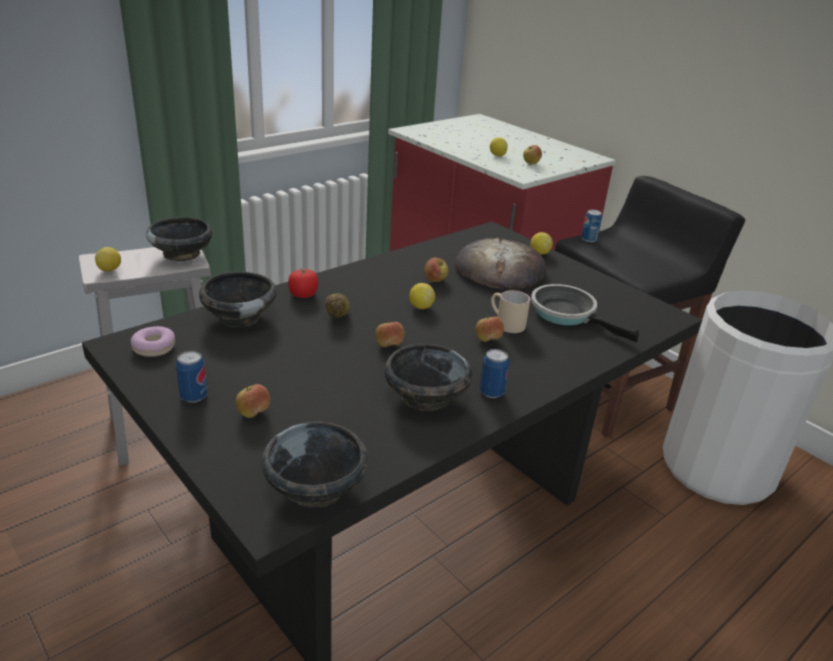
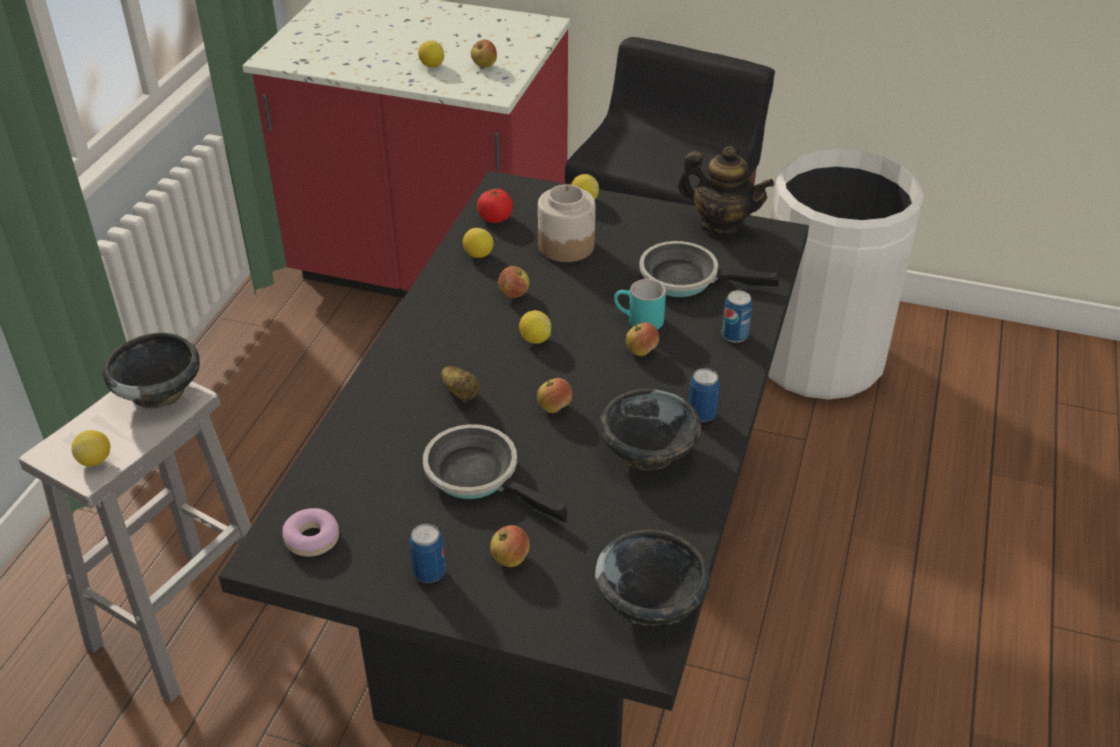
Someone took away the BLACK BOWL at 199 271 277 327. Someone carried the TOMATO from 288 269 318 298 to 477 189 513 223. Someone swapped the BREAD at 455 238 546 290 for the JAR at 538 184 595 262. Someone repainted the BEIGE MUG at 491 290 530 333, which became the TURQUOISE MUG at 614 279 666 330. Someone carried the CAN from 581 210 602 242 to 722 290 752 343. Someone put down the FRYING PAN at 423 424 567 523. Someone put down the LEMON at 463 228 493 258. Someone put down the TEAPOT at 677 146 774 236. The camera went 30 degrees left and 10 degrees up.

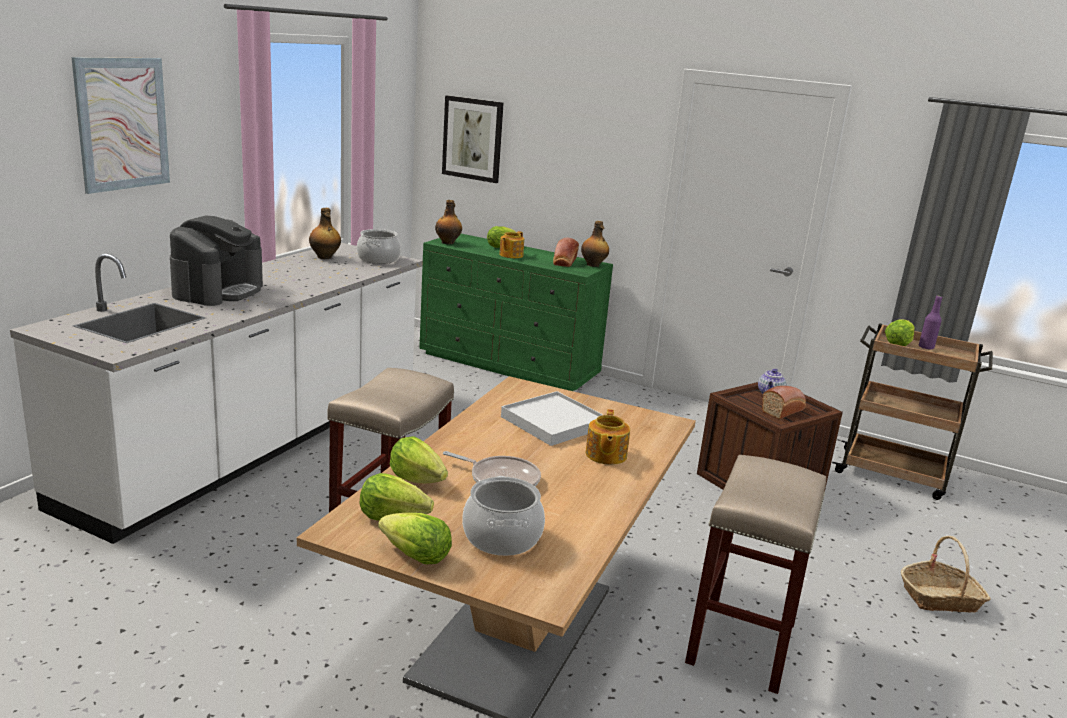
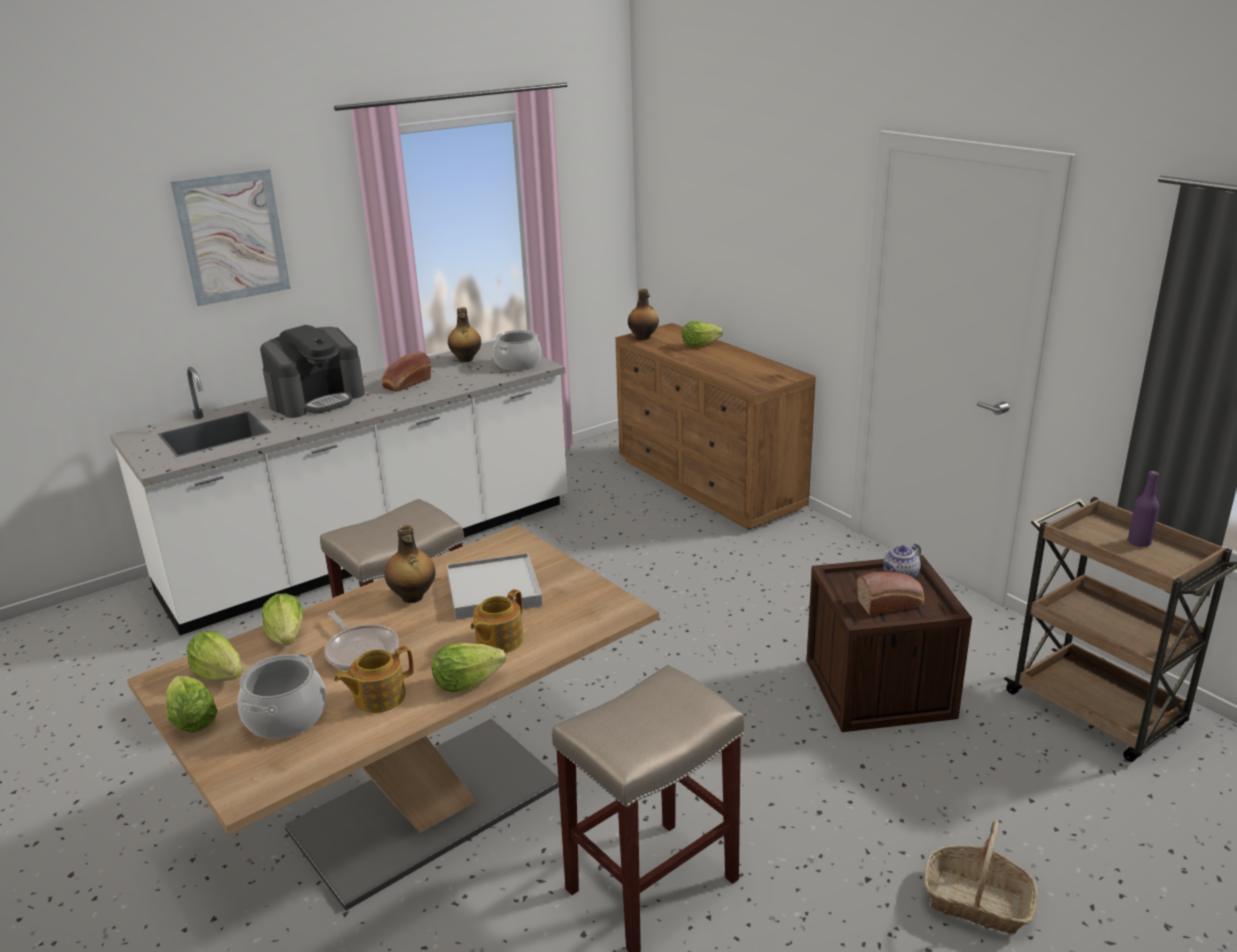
Someone repainted the GREEN DRESSER at 419 234 613 391, which became the BROWN DRESSER at 615 323 816 530. Someone took away the PICTURE at 442 95 504 183. Someone carried the TEAPOT from 499 231 524 258 to 334 646 414 713. Someone carried the BREAD from 553 238 579 267 to 382 351 431 392. Someone carried the BOTTLE from 581 221 609 267 to 385 525 436 603. Someone carried the LETTUCE from 885 319 915 346 to 432 643 506 693. The camera went 30 degrees right and 5 degrees up.

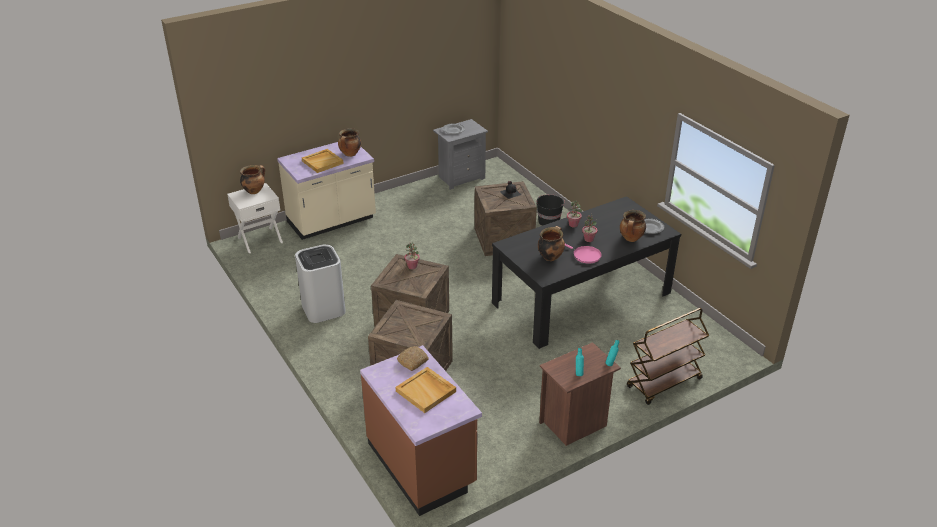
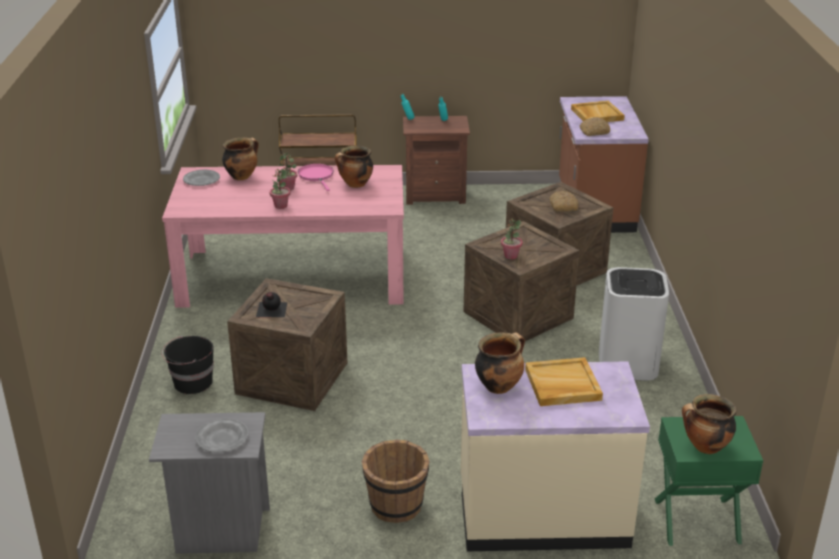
Someone repainted the WHITE NIGHTSTAND at 227 183 283 253, which became the GREEN NIGHTSTAND at 655 416 763 546. Someone repainted the BLACK DINING TABLE at 492 196 681 349, which became the PINK DINING TABLE at 162 165 404 308. Someone put down the BROWN BUCKET at 362 440 430 523. Someone put down the BREAD at 550 191 578 212. The camera went 150 degrees left and 5 degrees down.

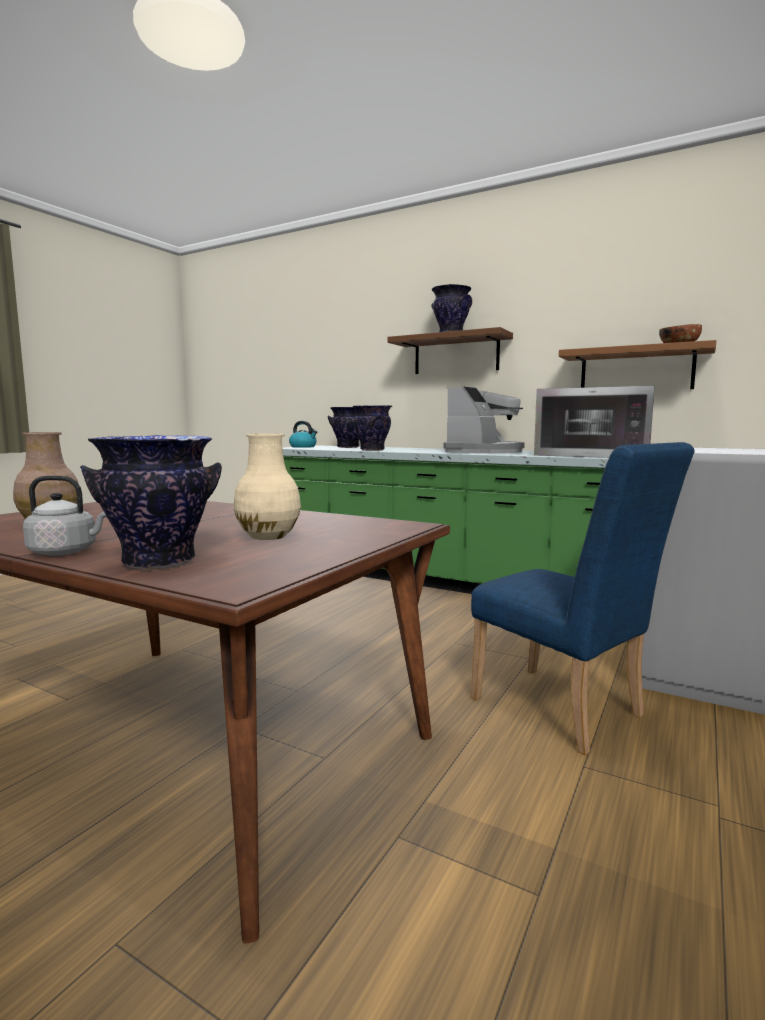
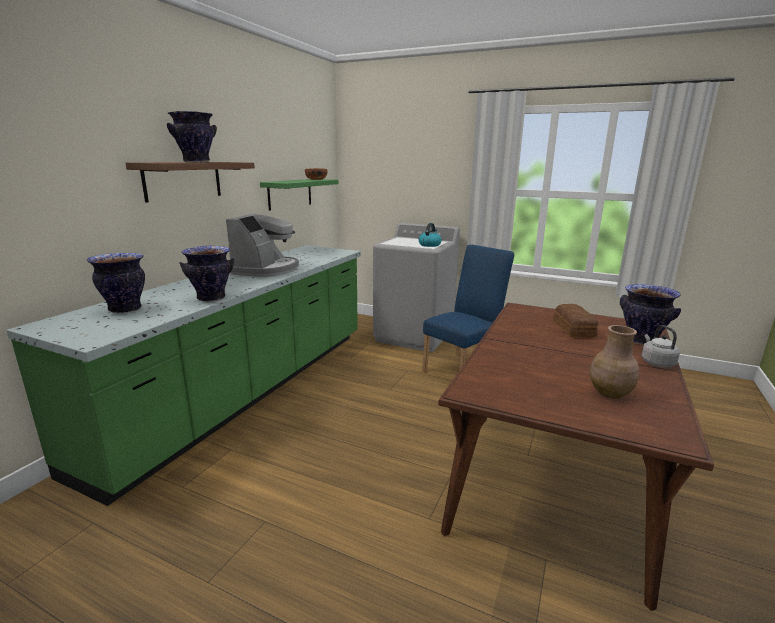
Someone swapped the BEIGE VASE at 234 433 301 540 for the BREAD at 553 304 598 338. Someone carried the KETTLE from 289 421 317 448 to 419 223 442 247. Someone rotated the COFFEE MACHINE at 443 386 525 453 by 75 degrees clockwise. Someone took away the MICROWAVE at 534 385 655 458. Someone repainted the BROWN SHELF at 559 340 717 389, which became the GREEN SHELF at 260 179 339 211. The camera went 95 degrees left and 10 degrees up.

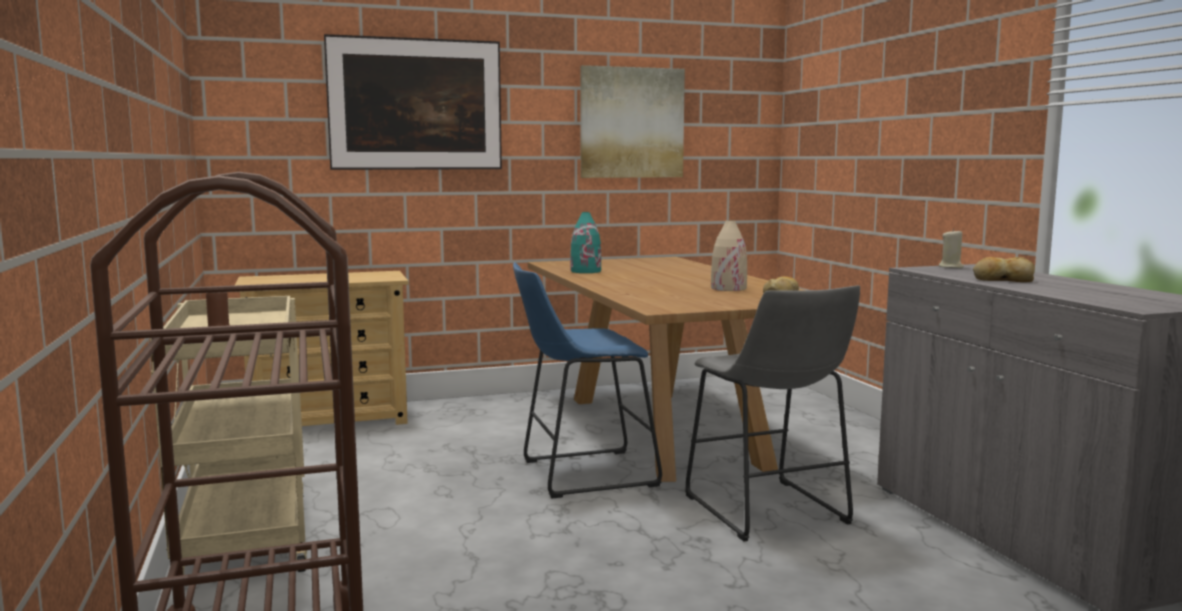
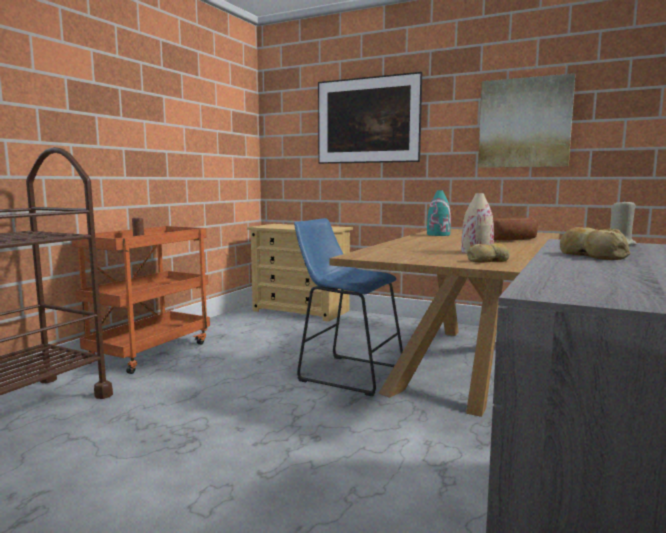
Someone repainted the BEIGE CART at 150 296 307 575, which became the ORANGE CART at 72 226 210 374. Someone took away the GREY STOOL at 685 285 860 542. Someone put down the BREAD at 493 218 538 240. The camera went 45 degrees right and 0 degrees up.

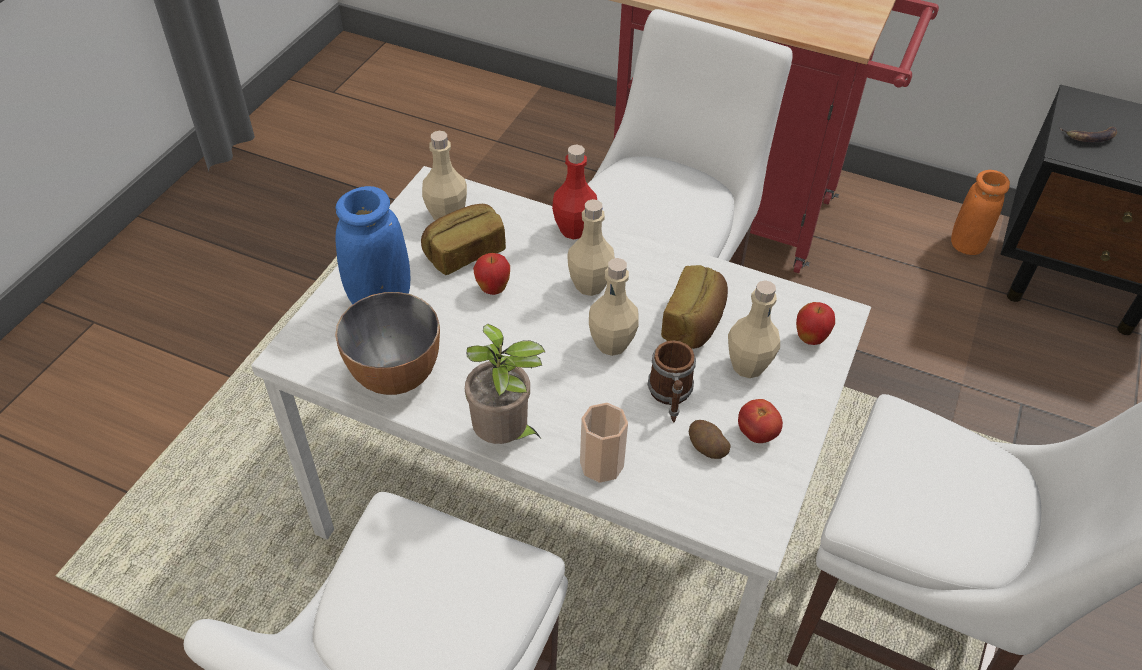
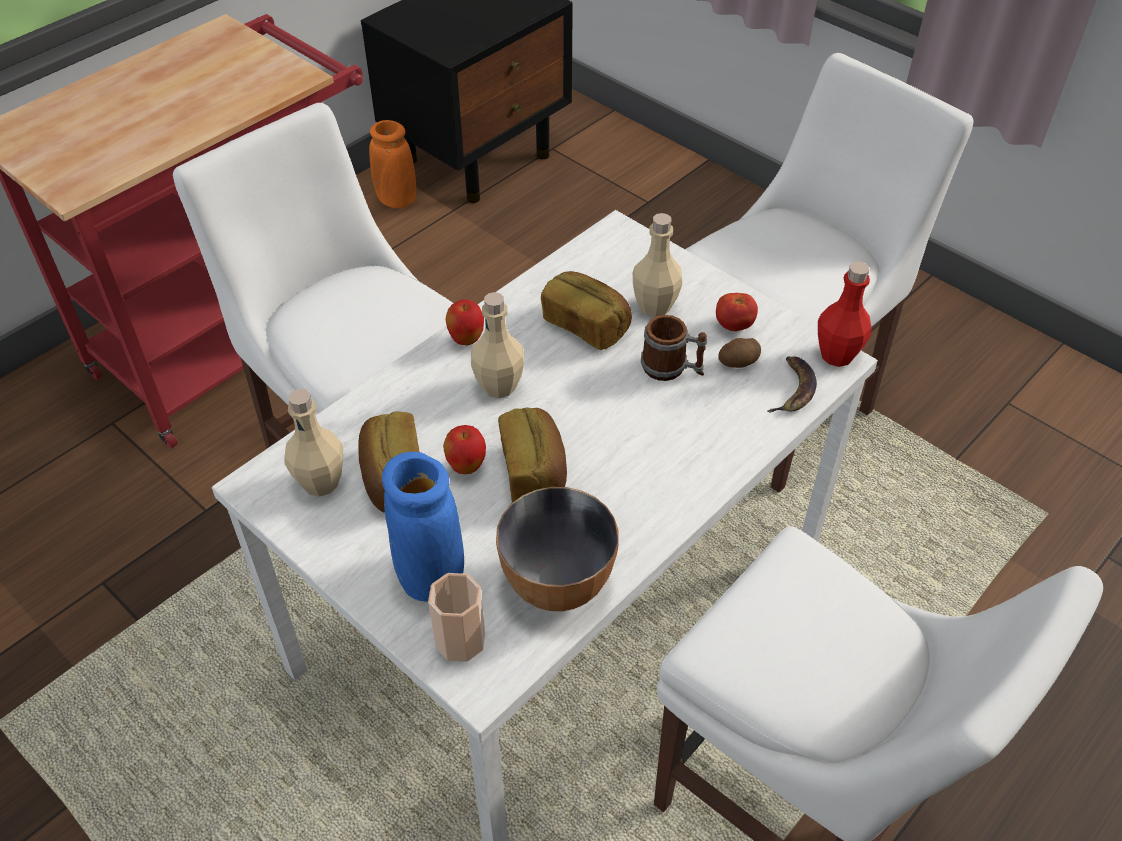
Someone took away the POTTED PLANT at 465 324 545 444. Someone carried the RED BOTTLE from 552 145 597 239 to 818 261 872 367. Someone carried the CUP from 580 403 628 483 to 428 573 485 662. Someone took away the BEIGE BOTTLE at 589 258 639 356. Someone carried the APPLE from 796 302 835 345 to 446 299 484 345. Someone carried the BANANA from 1060 126 1117 142 to 767 357 817 413. Someone put down the BREAD at 498 408 567 503. The camera went 70 degrees left and 0 degrees up.

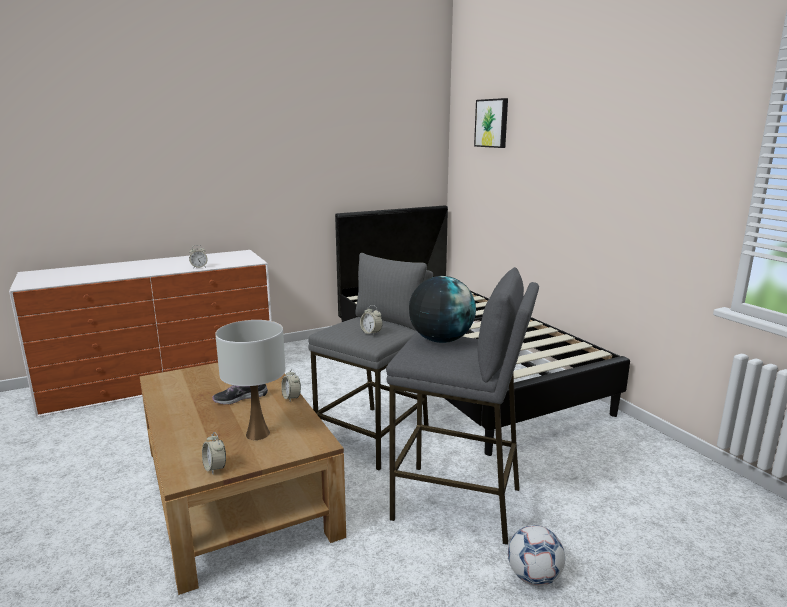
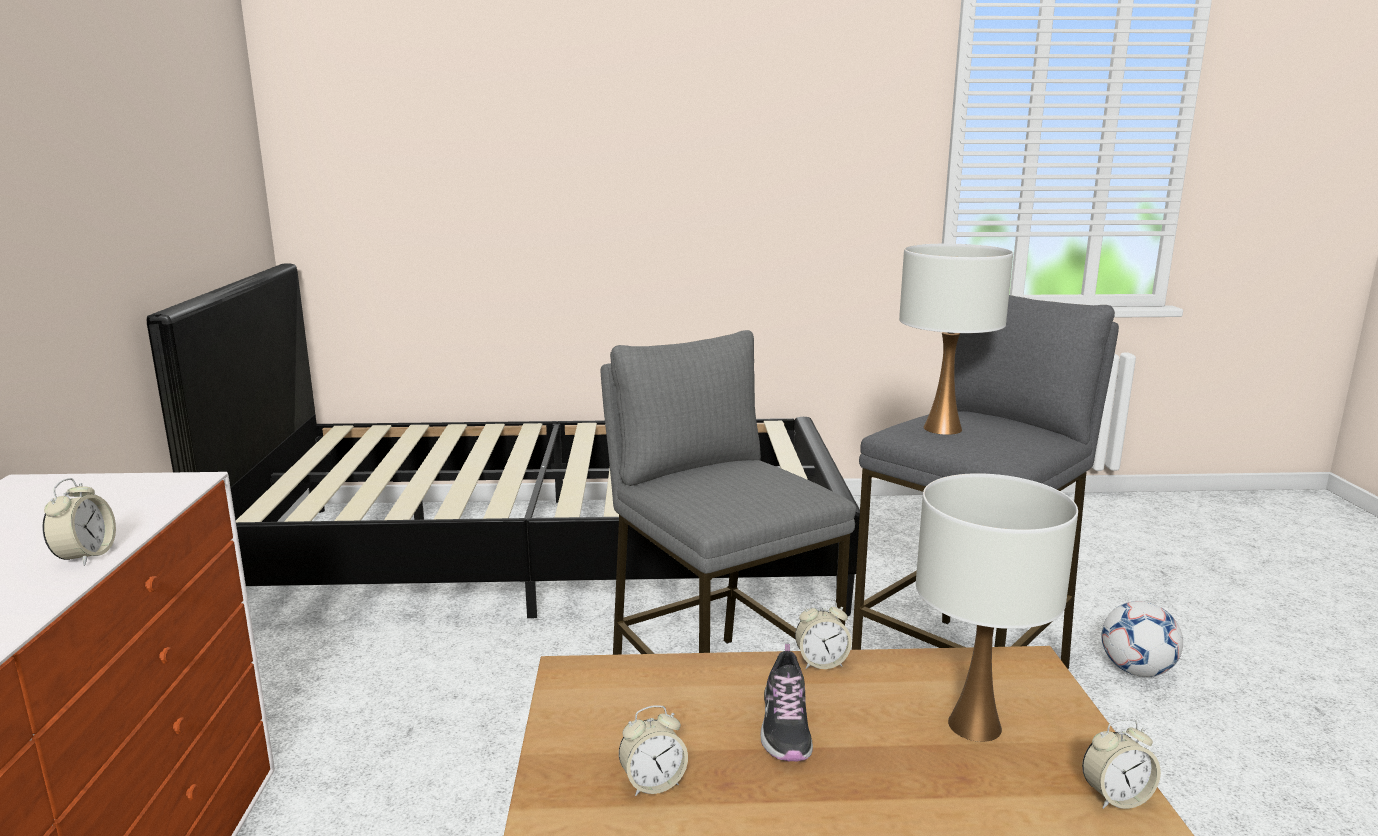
Someone carried the ALARM CLOCK from 360 305 383 336 to 619 705 688 796. Someone swapped the GLOBE at 409 276 476 343 for the WHITE TABLE LAMP at 899 244 1013 435. Someone took away the PICTURE at 474 98 508 148. The camera went 65 degrees left and 0 degrees up.

